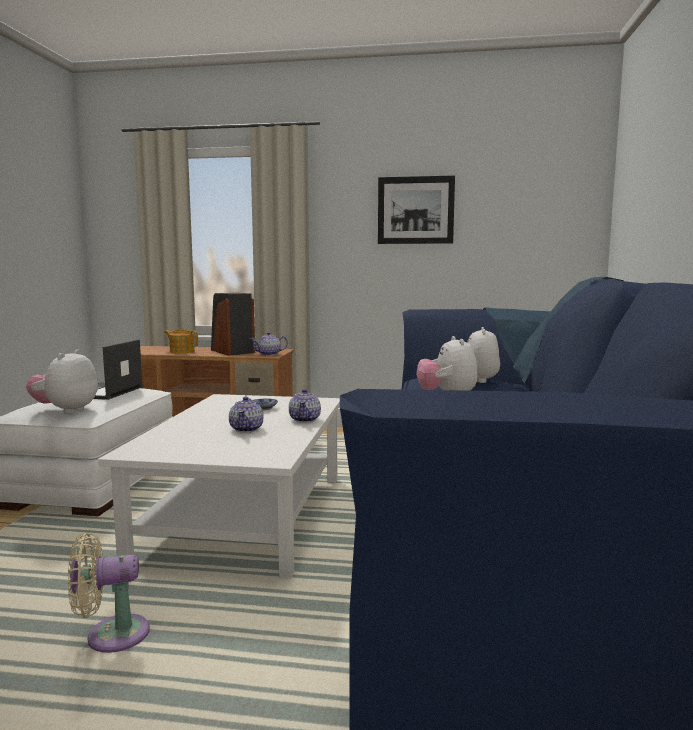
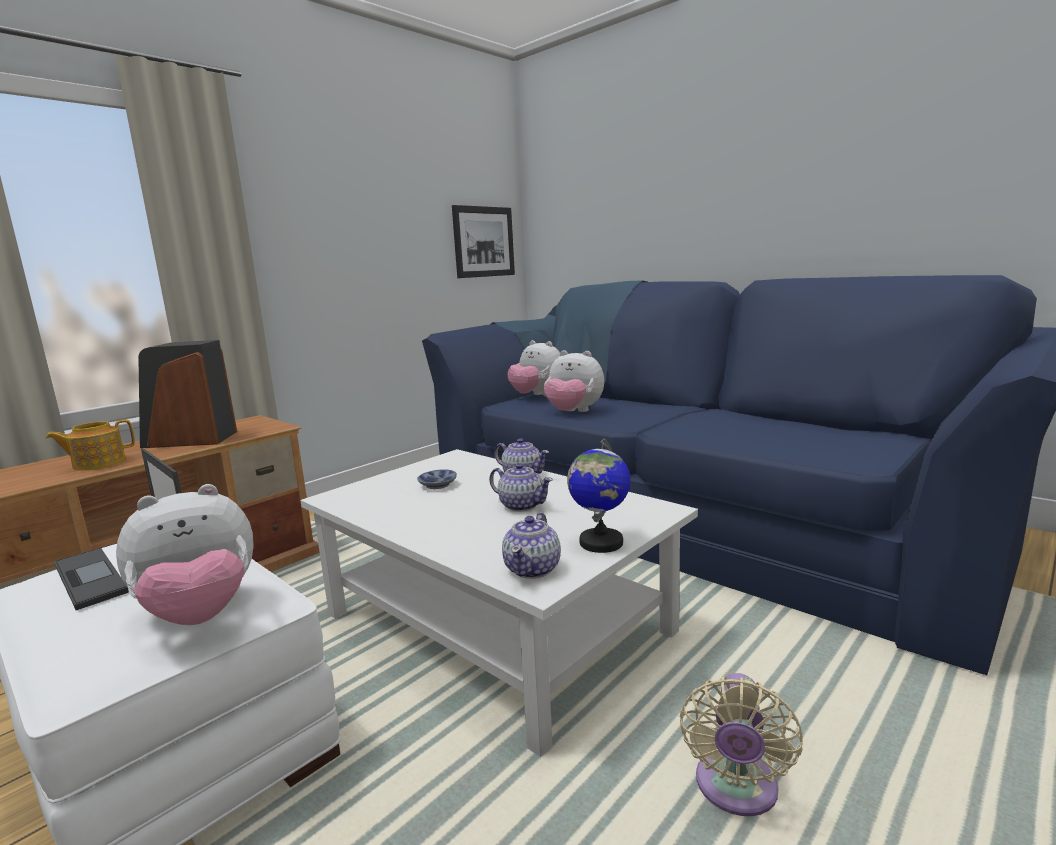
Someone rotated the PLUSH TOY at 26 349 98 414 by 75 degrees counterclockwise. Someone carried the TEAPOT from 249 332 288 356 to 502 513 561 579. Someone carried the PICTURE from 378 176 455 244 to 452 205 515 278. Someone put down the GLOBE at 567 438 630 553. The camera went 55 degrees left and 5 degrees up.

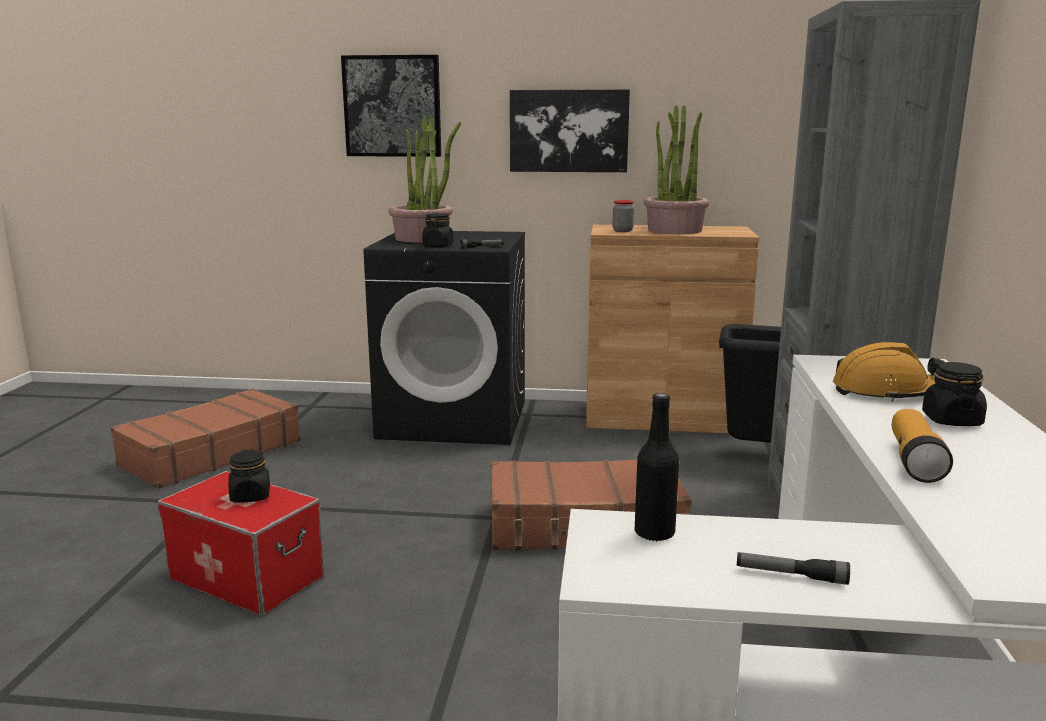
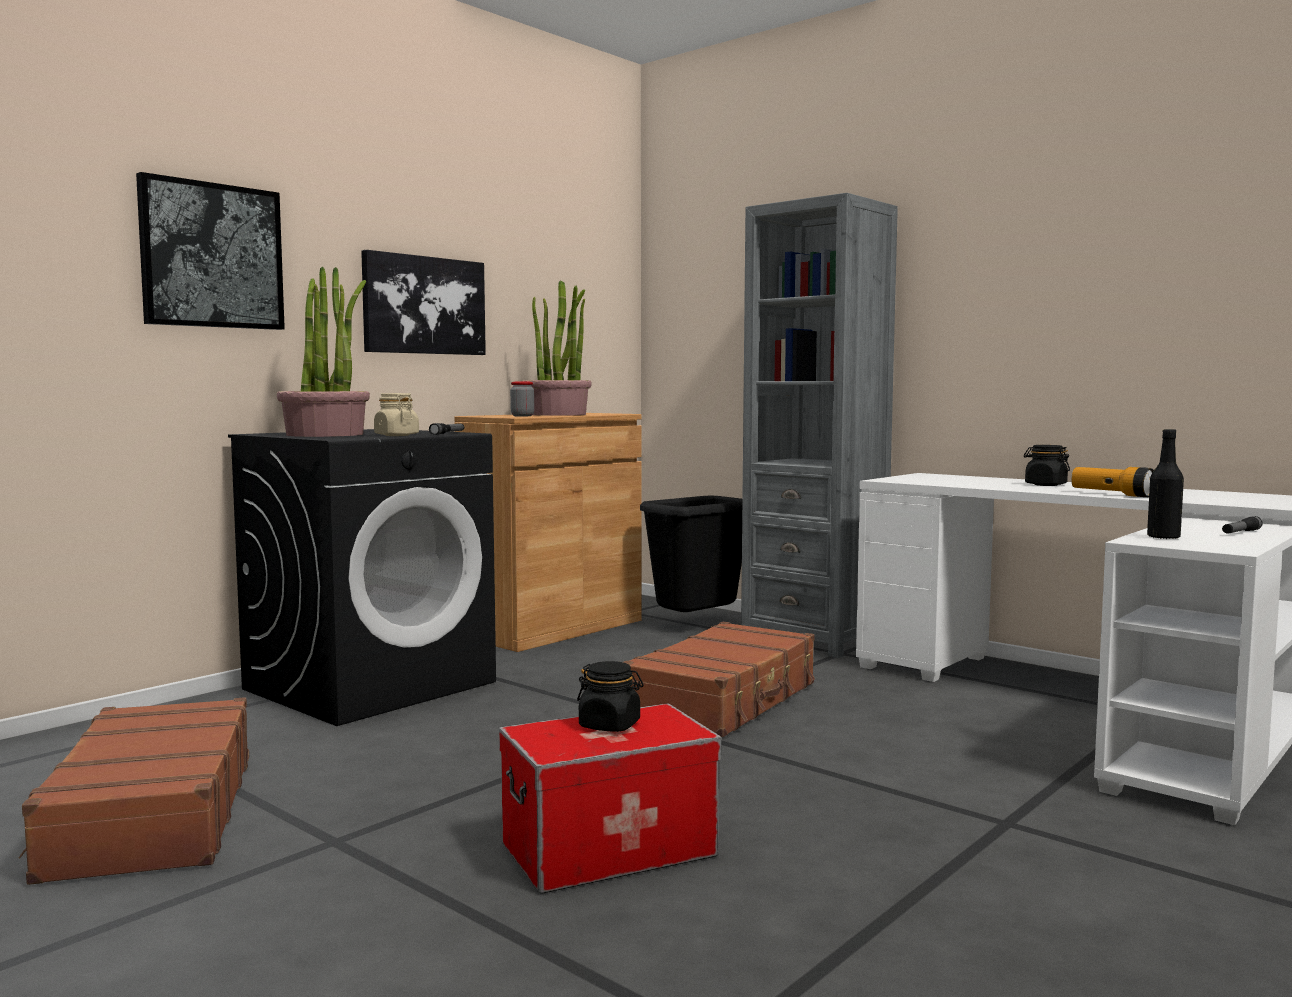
Someone repainted the BLACK JAR at 422 213 454 247, which became the BEIGE JAR at 374 393 419 436. Someone took away the ORANGE HARD HAT at 833 342 945 401. The camera went 55 degrees left and 10 degrees down.

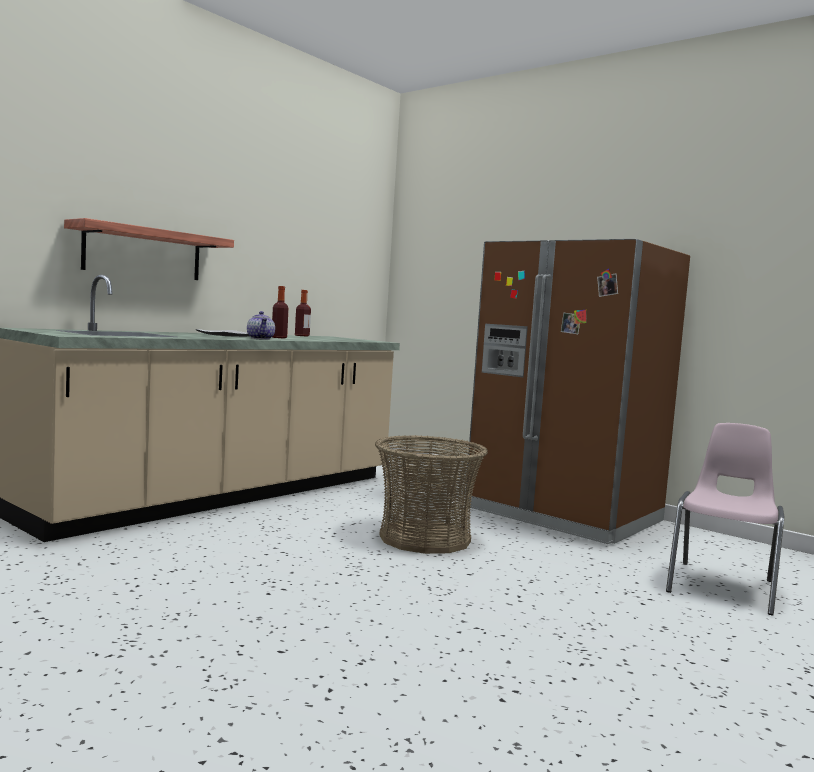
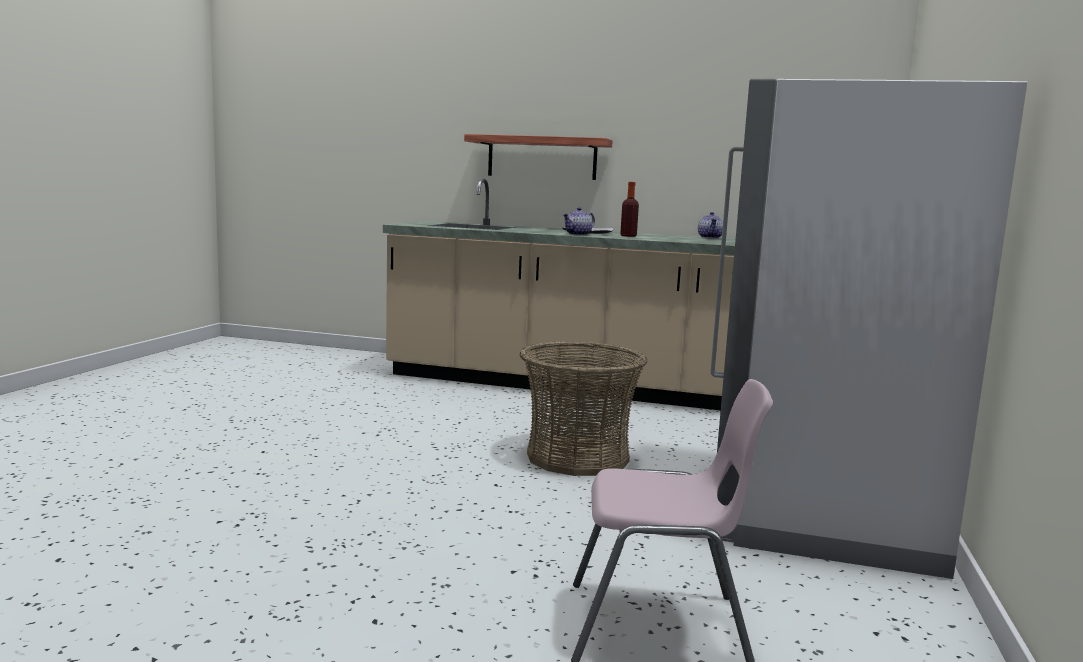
Someone swapped the BOTTLE at 295 290 311 336 for the TEAPOT at 698 212 723 239. Someone repainted the BROWN FRIDGE at 466 239 690 544, which became the WHITE FRIDGE at 711 79 1027 579. The camera went 65 degrees right and 5 degrees up.

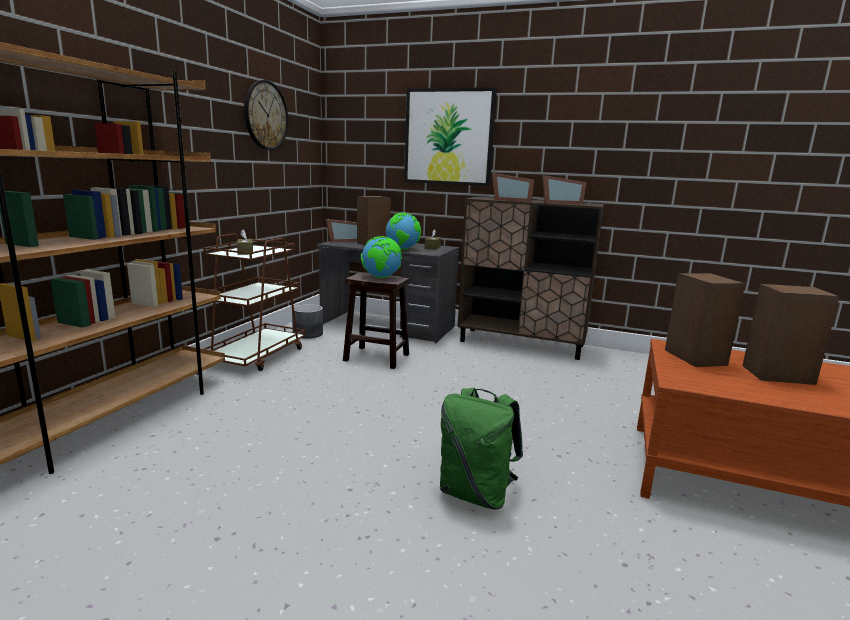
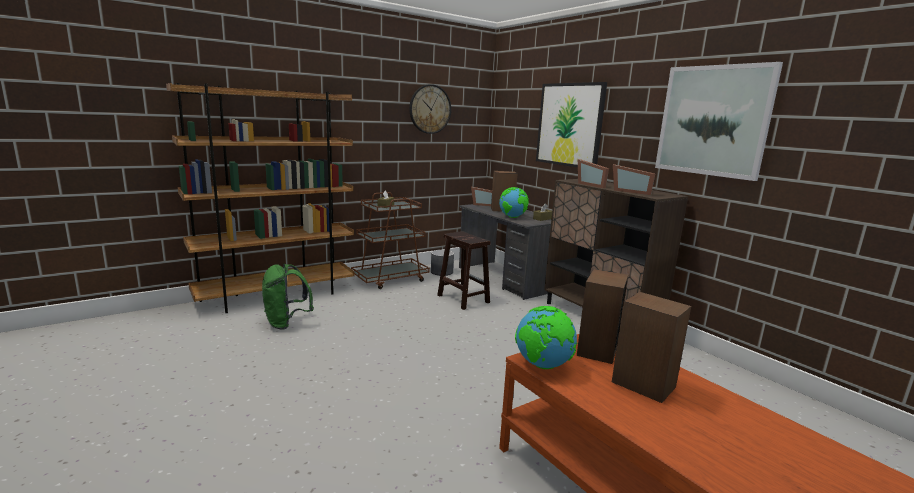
Someone carried the GLOBE from 361 236 402 278 to 515 306 578 369. Someone carried the GREEN BACKPACK from 440 388 523 509 to 262 263 313 329. Someone put up the PICTURE at 655 62 783 181. The camera went 35 degrees right and 0 degrees up.

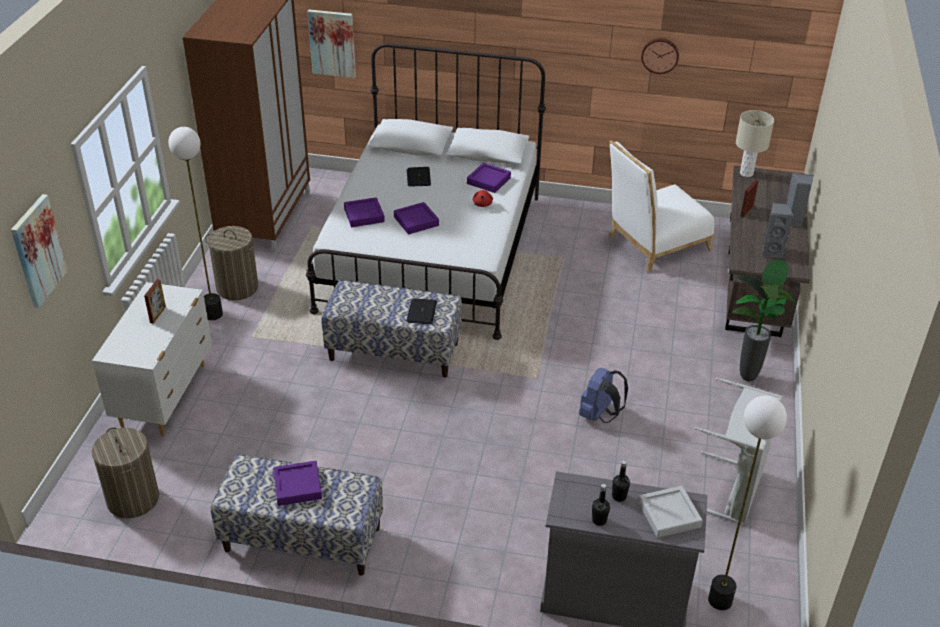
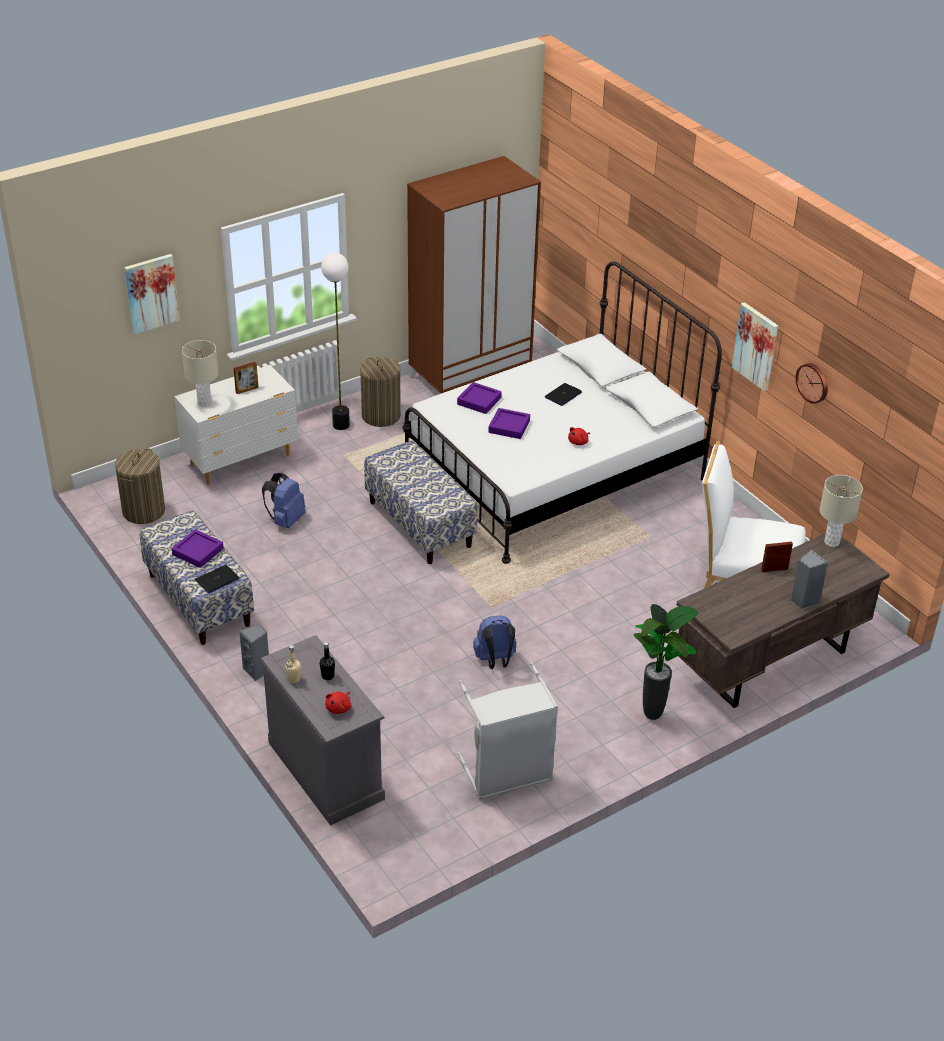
Someone carried the PICTURE from 308 10 356 78 to 732 302 778 391. Someone carried the LAPTOP from 406 299 437 324 to 195 565 239 593. Someone took away the PURPLE TRAY at 467 163 511 193. Someone repainted the BLACK BOTTLE at 592 484 610 526, which became the BEIGE BOTTLE at 285 645 301 683. Someone swapped the GREY TRAY at 638 486 703 538 for the RED PLUSH TOY at 325 692 351 714. Someone took away the FLOOR LAMP at 708 396 787 610. Someone carried the GREY SPEAKER from 762 203 794 258 to 239 624 269 681. Someone put down the BEIGE TABLE LAMP at 182 340 219 407. Someone put down the BLUE BACKPACK at 262 472 305 528. The camera went 45 degrees right and 0 degrees up.

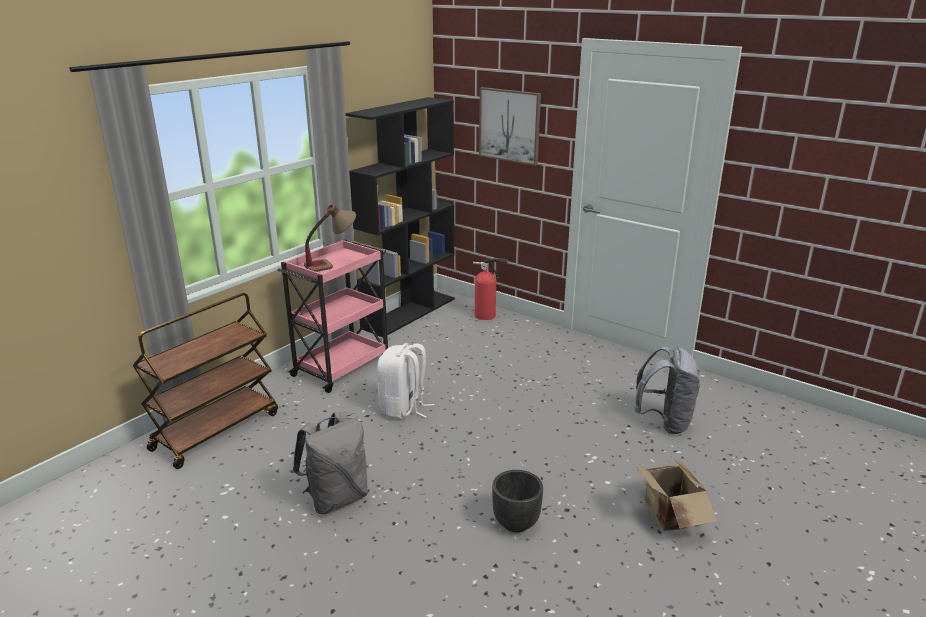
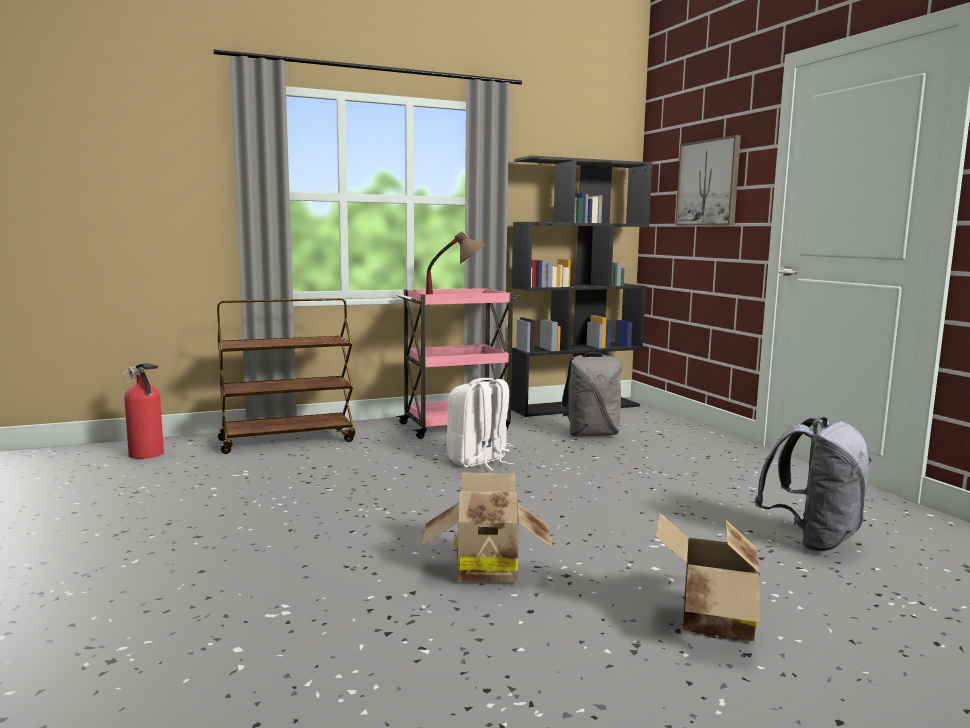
Someone carried the GREY BACKPACK from 293 412 368 514 to 561 352 622 436. Someone carried the FIRE EXTINGUISHER from 473 258 508 320 to 123 363 164 459. Someone swapped the BLACK PLANTER at 492 470 543 533 for the CARDBOARD BOX at 421 472 553 583. The camera went 30 degrees right and 15 degrees down.

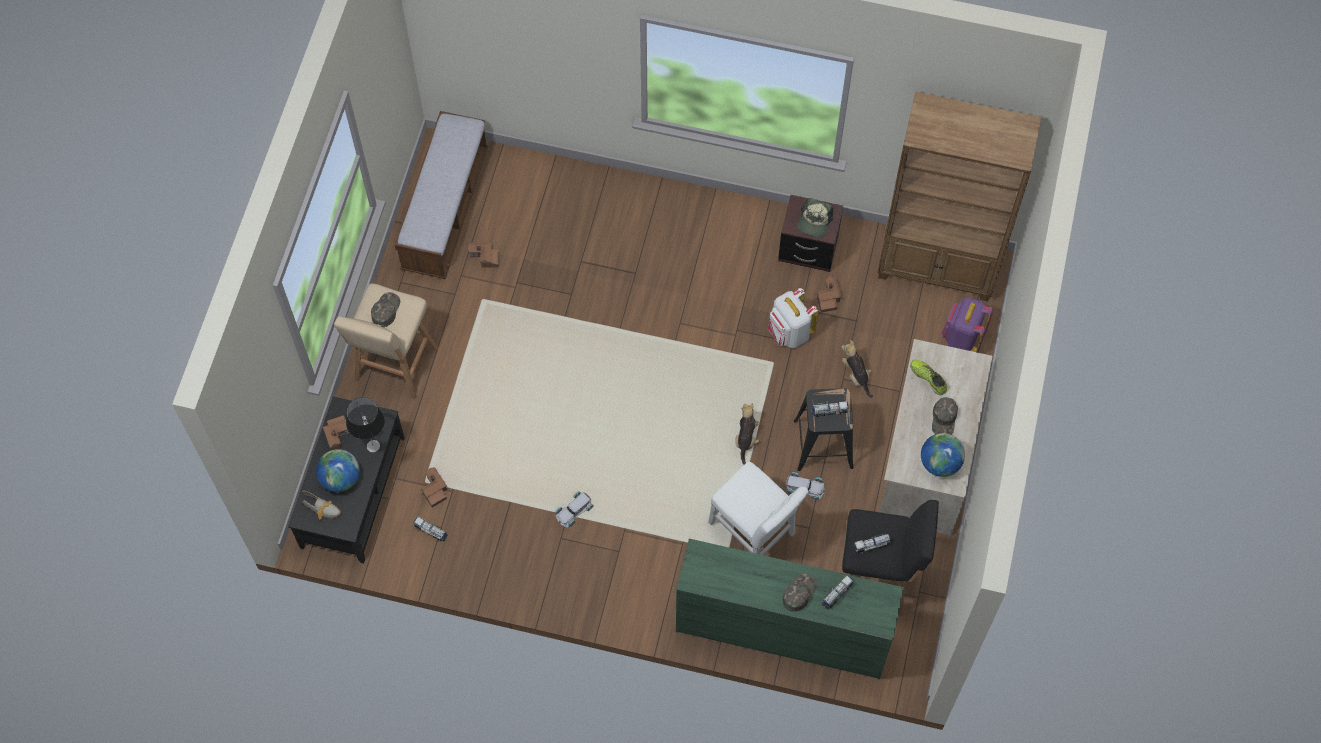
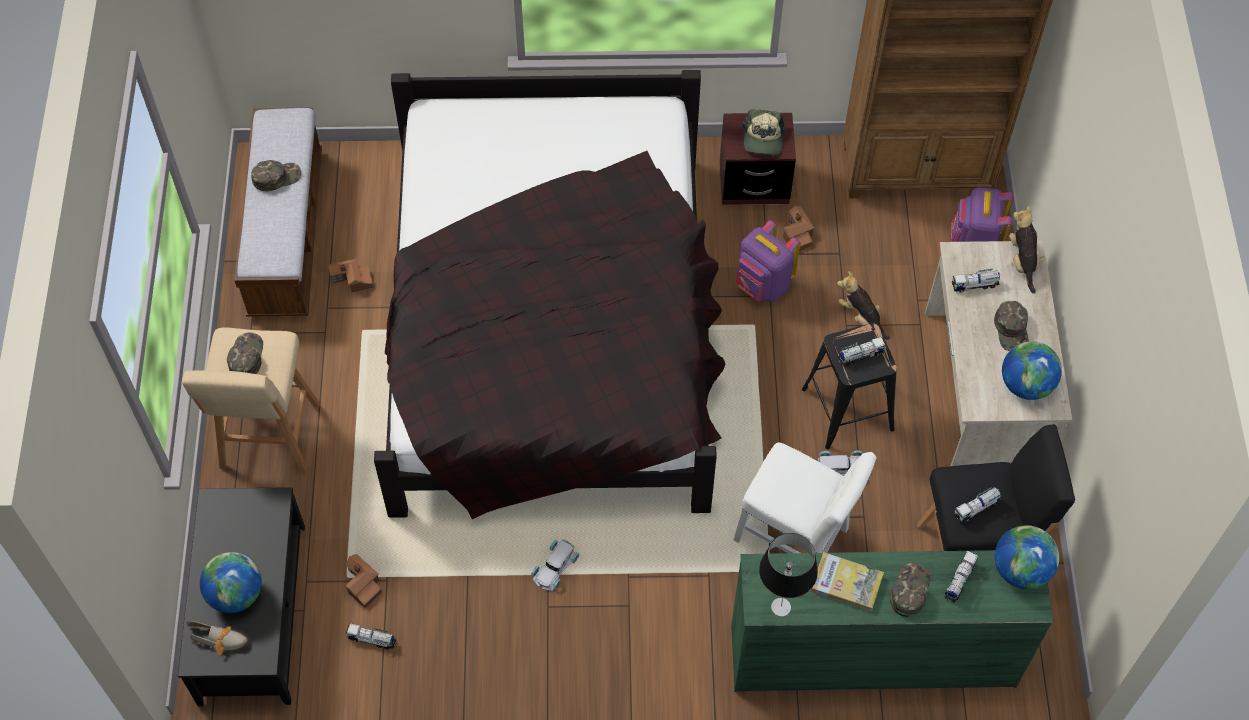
Someone took away the TOY HOUSE at 323 415 350 450. Someone carried the TABLE LAMP from 346 397 385 452 to 759 533 818 616. Someone carried the PLUSH TOY from 736 403 759 465 to 1009 206 1045 294. Someone repainted the WHITE BACKPACK at 767 288 818 348, which became the PURPLE BACKPACK at 736 220 801 303. Someone swapped the SHOE at 910 360 947 395 for the TOY TRUCK at 952 269 1000 293. Someone put down the GREEN CAP at 251 160 301 191. Someone put down the BLACK BED at 374 70 725 519. Someone put down the BOOK at 811 552 884 611. Someone put down the GLOBE at 995 525 1059 589. The camera went 15 degrees left and 5 degrees down.

